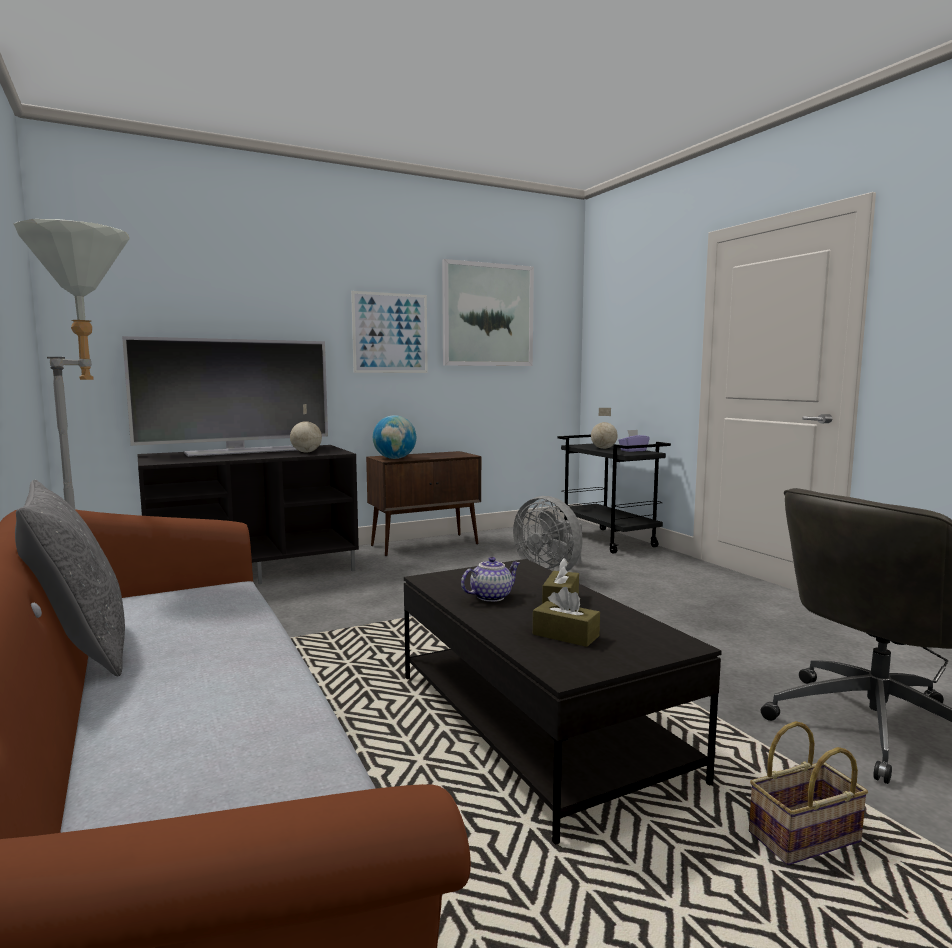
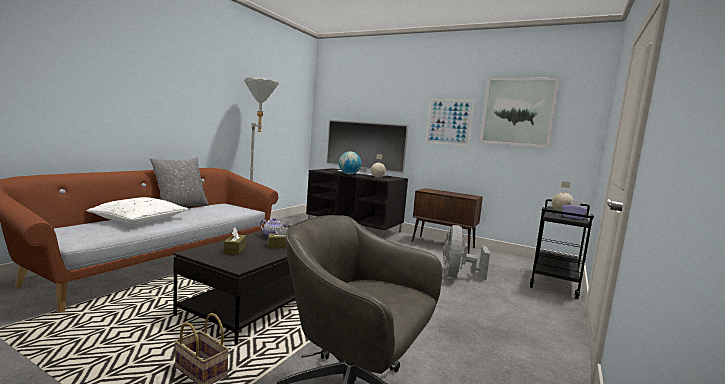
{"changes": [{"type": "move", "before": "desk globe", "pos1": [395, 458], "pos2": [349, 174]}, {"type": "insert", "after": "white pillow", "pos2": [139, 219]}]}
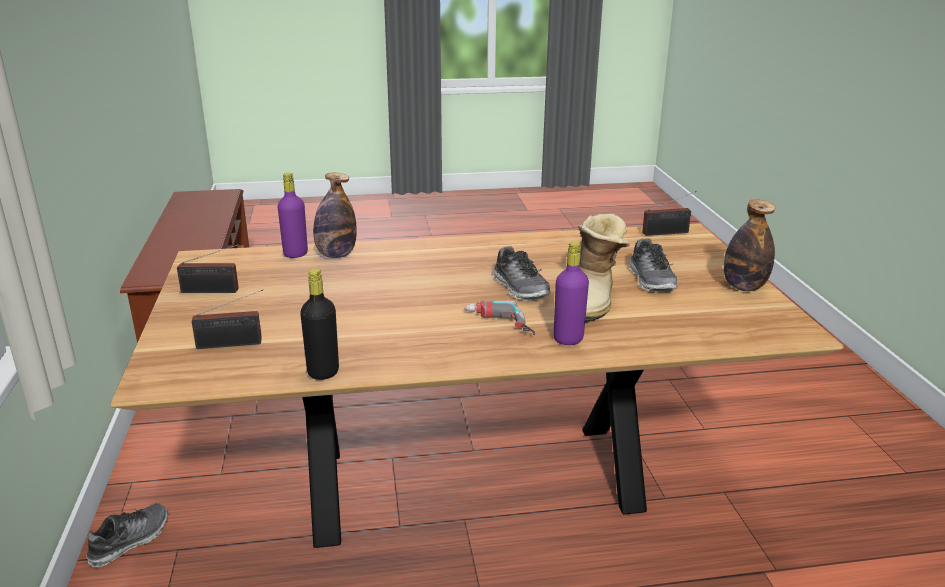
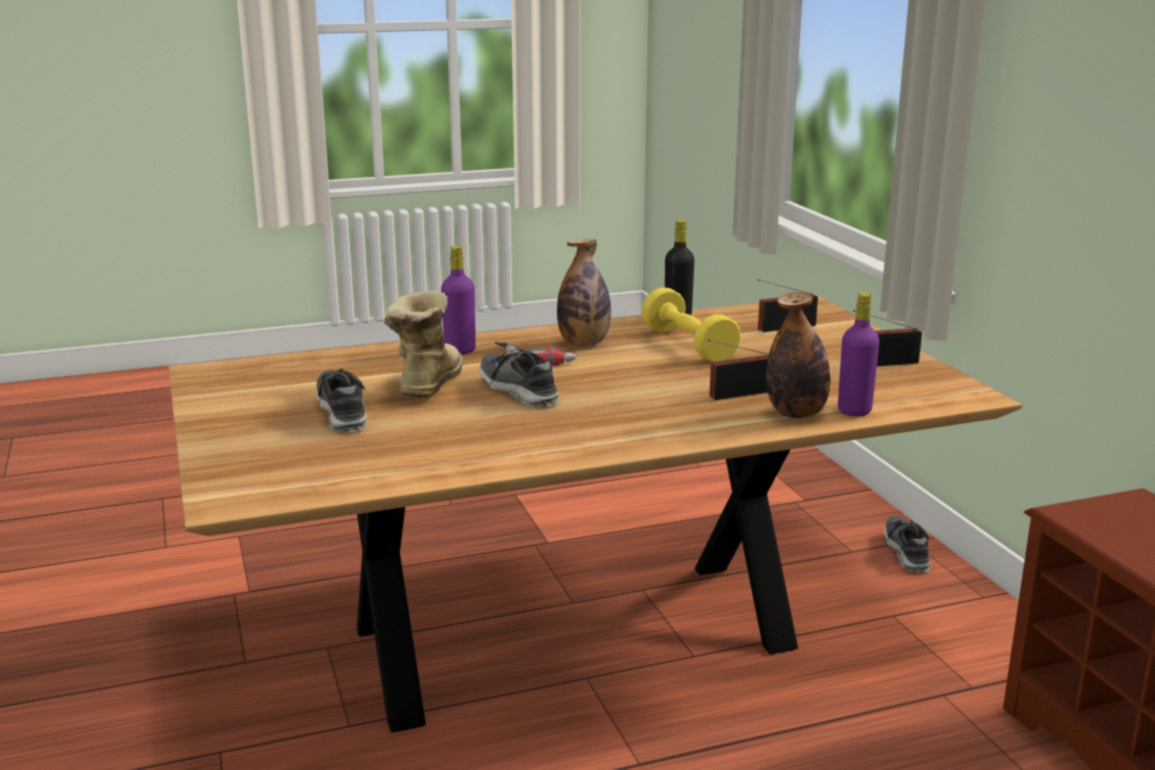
{"changes": [{"type": "move", "before": "radio", "pos1": [668, 233], "pos2": [739, 394]}, {"type": "move", "before": "drink bottle", "pos1": [743, 287], "pos2": [584, 344]}, {"type": "rotate", "before": "low shoe", "pos1": [130, 541], "pos2": [906, 552], "turn": 150}, {"type": "insert", "after": "yellowish free weight", "pos2": [688, 345]}]}
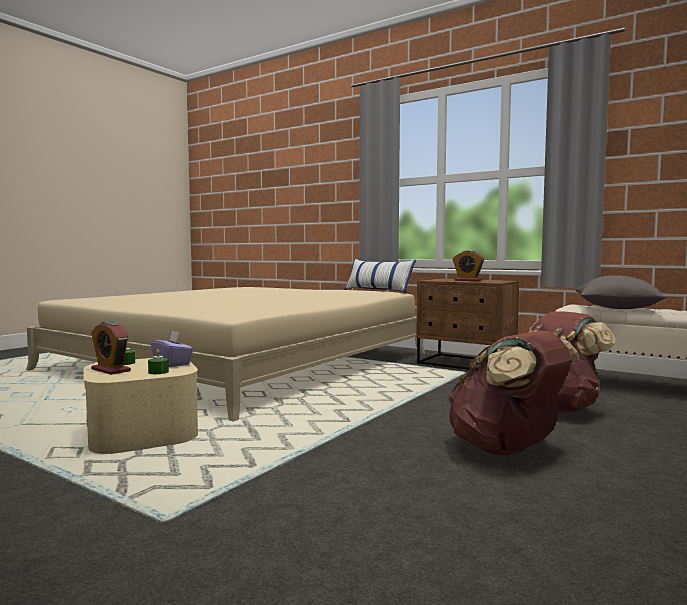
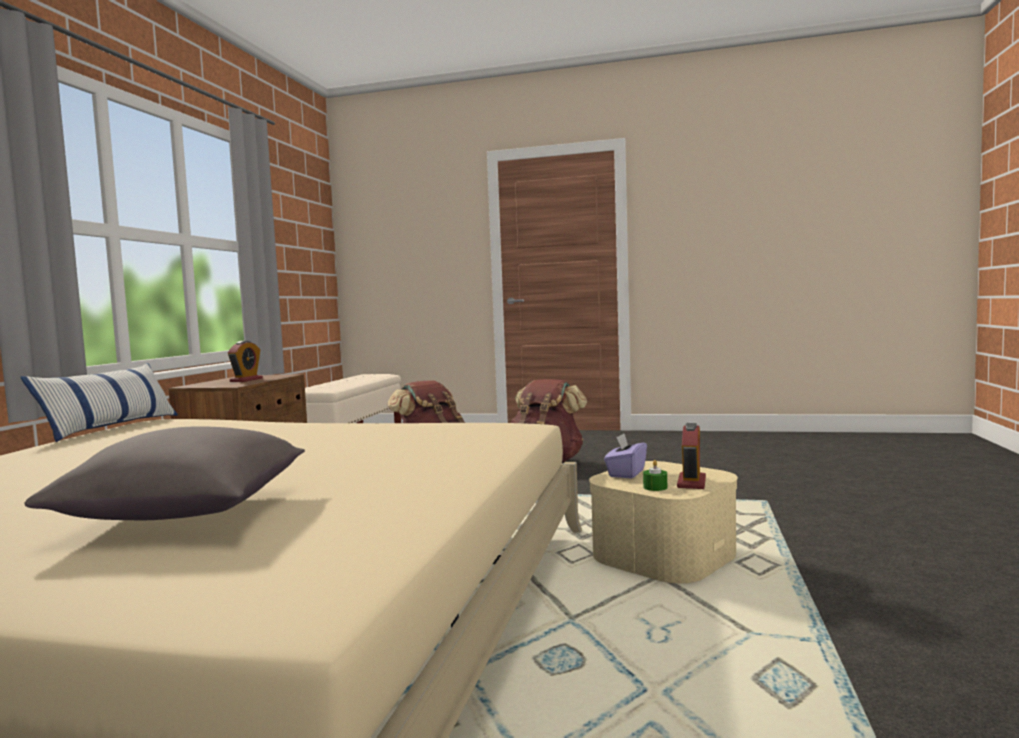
{"changes": [{"type": "move", "before": "greyish pillow", "pos1": [616, 309], "pos2": [189, 513]}, {"type": "delete", "before": "green-coloured wax light", "pos1": [158, 372]}]}
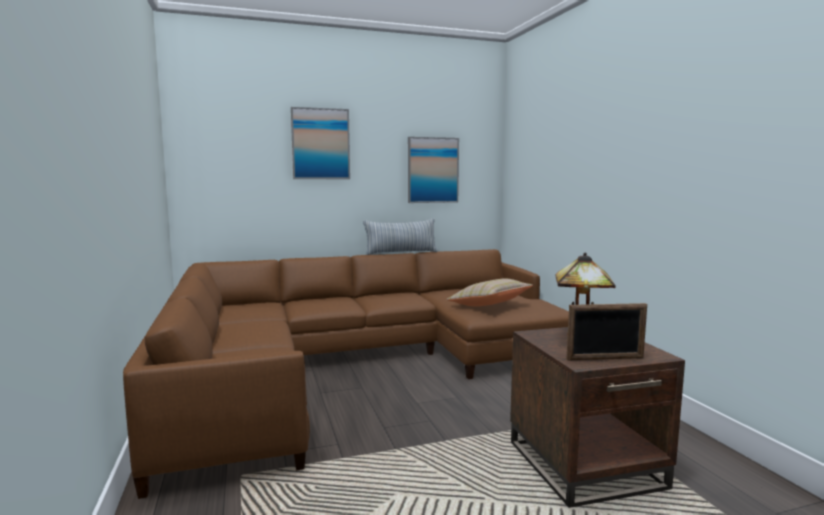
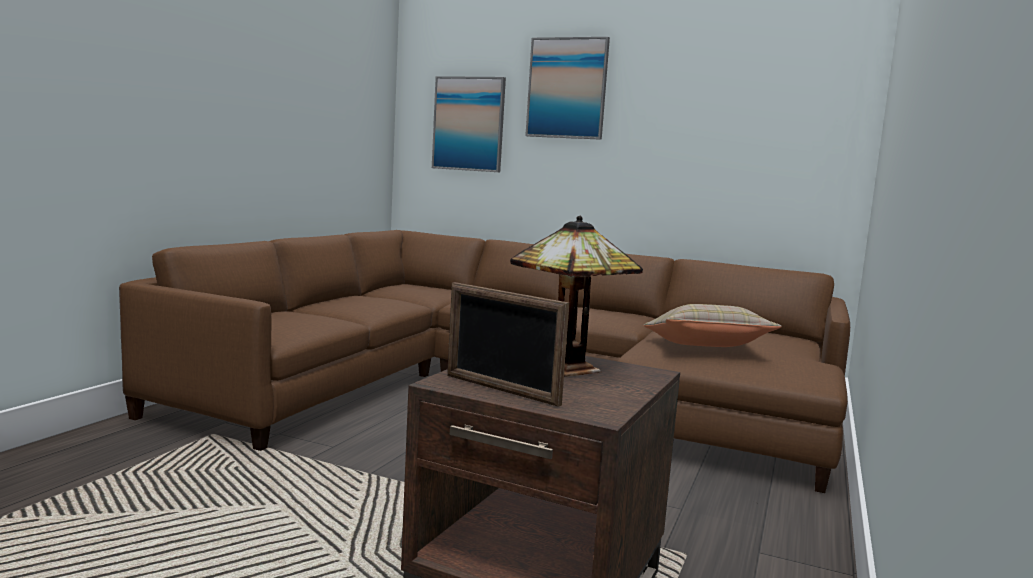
{"changes": [{"type": "move", "before": "wall picture", "pos1": [432, 170], "pos2": [469, 124]}, {"type": "delete", "before": "pillow", "pos1": [401, 253]}]}
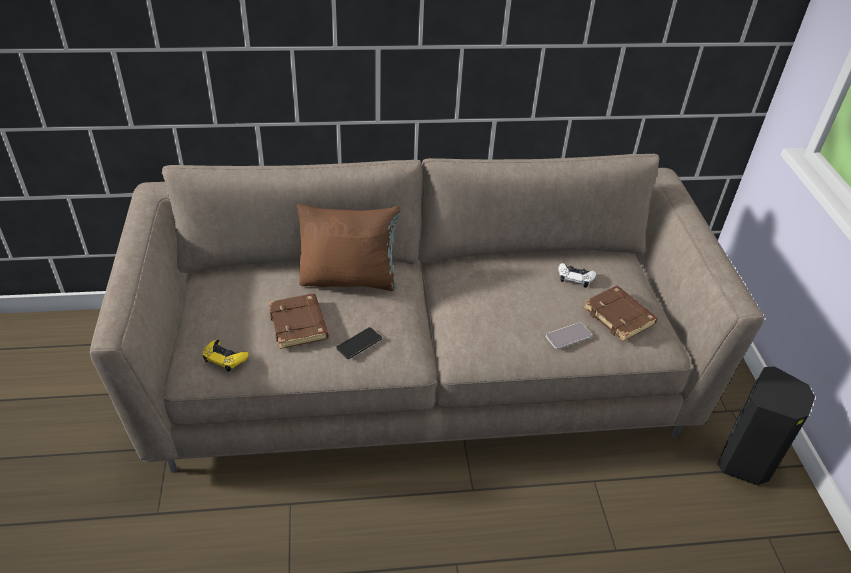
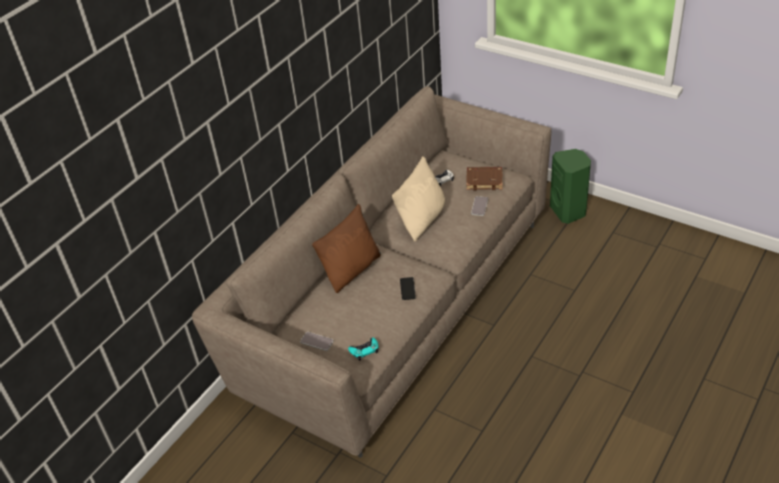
{"changes": [{"type": "delete", "before": "brown-coloured book", "pos1": [299, 325]}, {"type": "recolor", "before": "yellowish game controller", "after": "turquoise-coloured game controller", "pos1": [225, 358], "pos2": [364, 350]}, {"type": "recolor", "before": "black-coloured loudspeaker", "after": "green-coloured loudspeaker", "pos1": [746, 462], "pos2": [569, 211]}, {"type": "insert", "after": "beige-coloured pillow", "pos2": [422, 219]}, {"type": "insert", "after": "telephone", "pos2": [317, 342]}]}
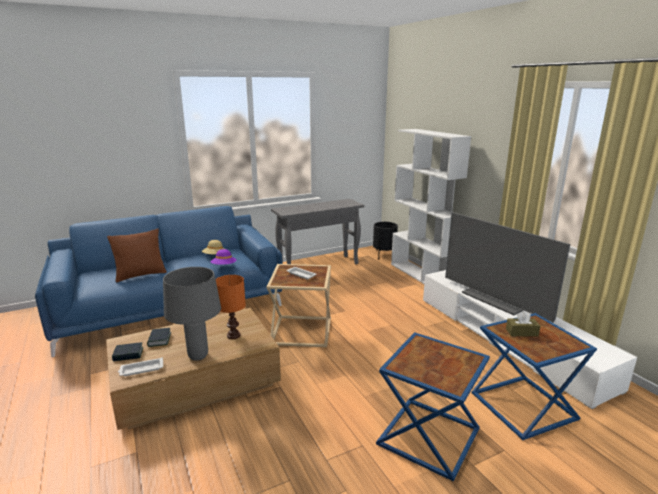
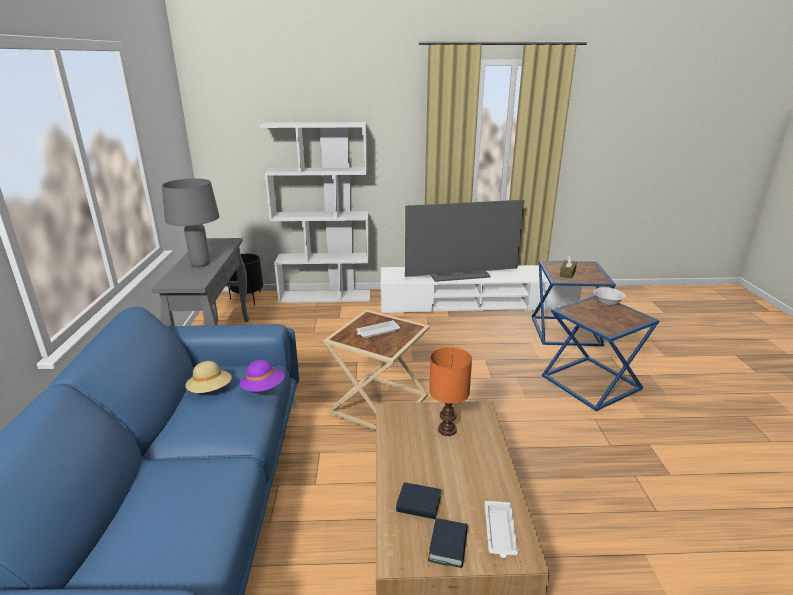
{"changes": [{"type": "delete", "before": "brown-coloured pillow", "pos1": [141, 275]}, {"type": "move", "before": "greyish table lamp", "pos1": [198, 356], "pos2": [201, 264]}, {"type": "insert", "after": "white serving bowl", "pos2": [607, 303]}]}
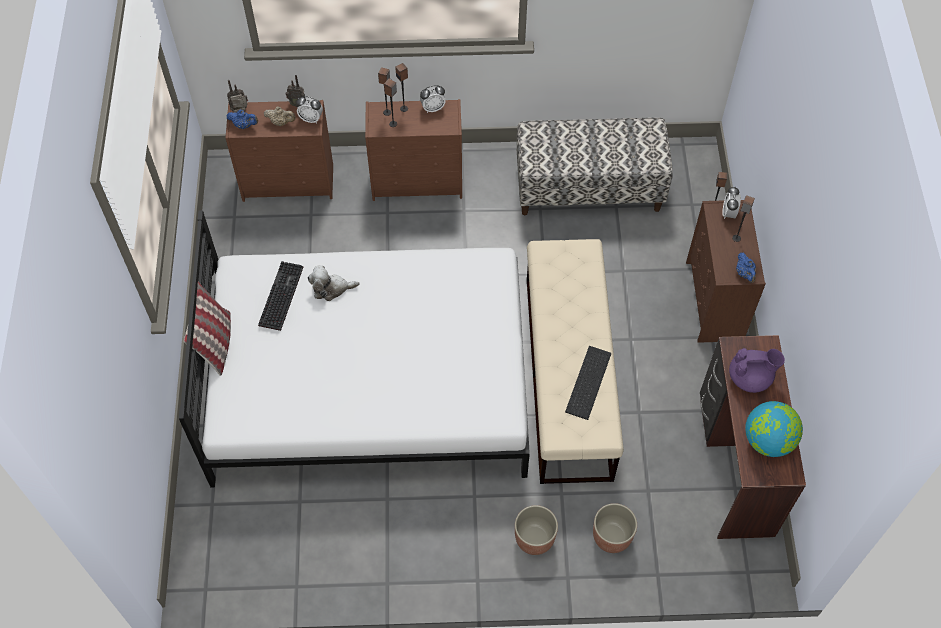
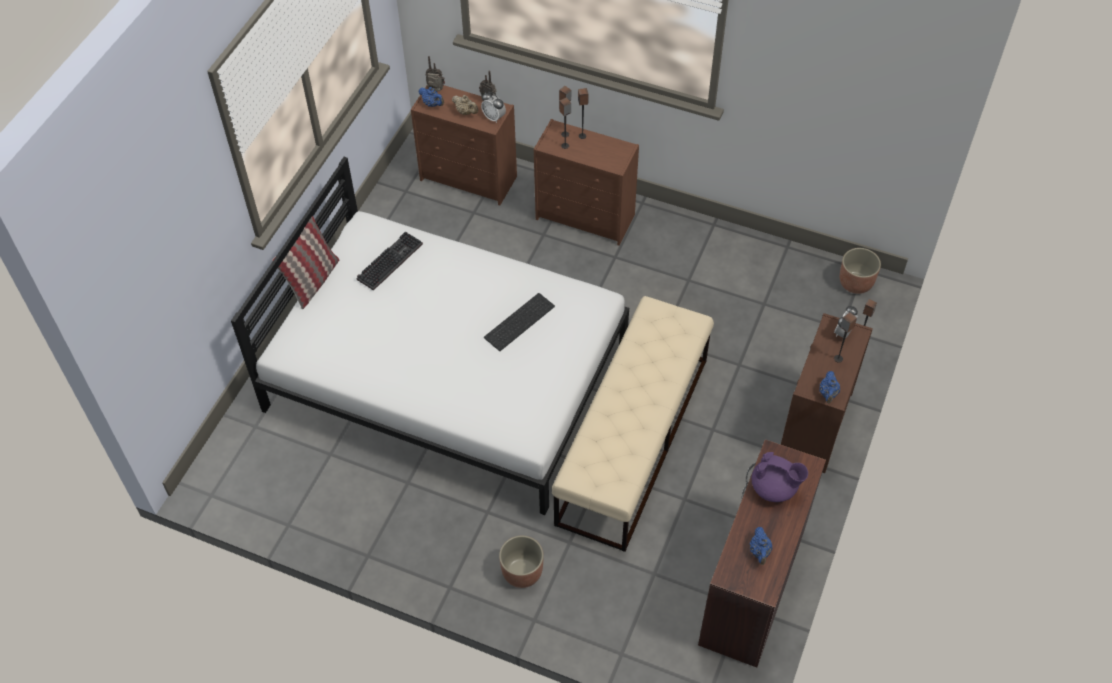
{"changes": [{"type": "delete", "before": "table clock", "pos1": [433, 108]}, {"type": "delete", "before": "bench", "pos1": [588, 188]}, {"type": "delete", "before": "cuddly toy", "pos1": [331, 288]}, {"type": "move", "before": "keyboard", "pos1": [587, 381], "pos2": [519, 320]}, {"type": "replace", "before": "desk globe", "after": "blue teapot", "pos1": [768, 441], "pos2": [759, 552]}, {"type": "move", "before": "planter", "pos1": [611, 537], "pos2": [855, 283]}]}
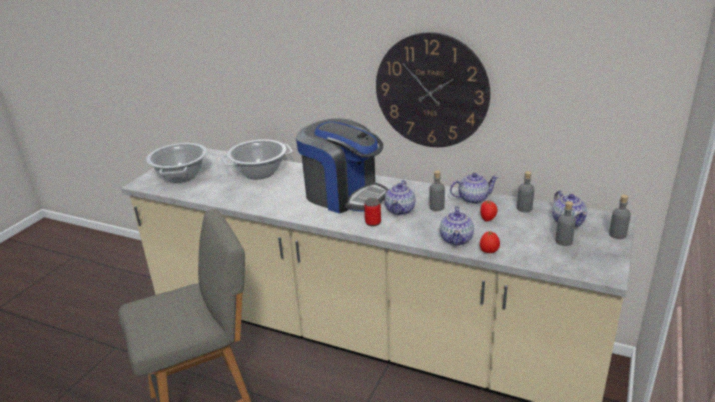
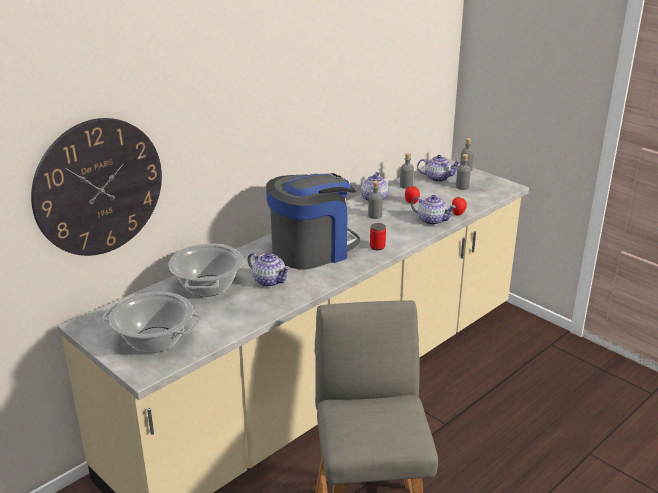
{"changes": [{"type": "move", "before": "hanging clock", "pos1": [431, 91], "pos2": [99, 187]}, {"type": "move", "before": "teapot", "pos1": [400, 210], "pos2": [269, 281]}]}
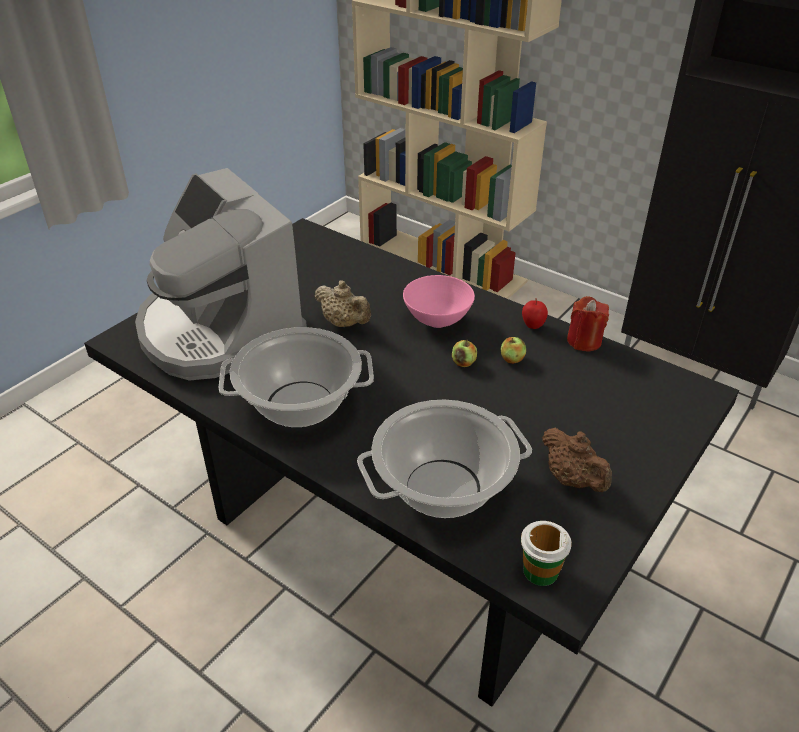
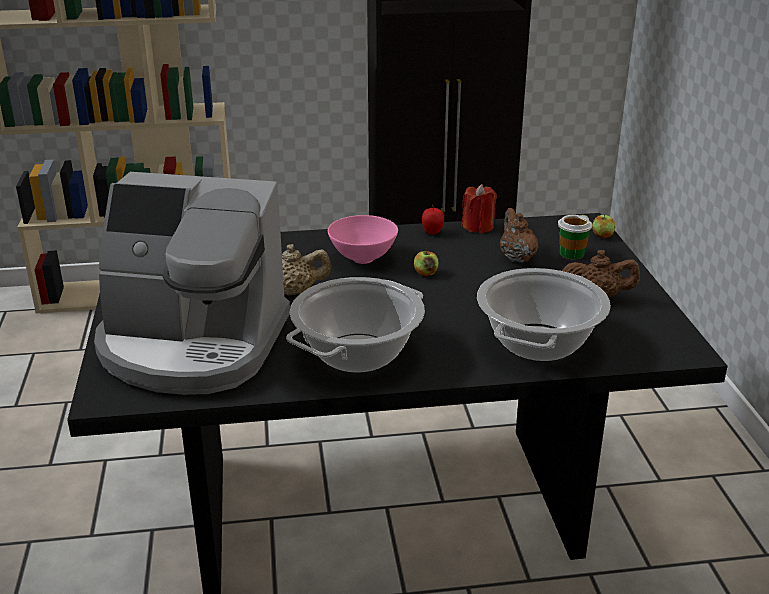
{"changes": [{"type": "move", "before": "apple fruit", "pos1": [512, 359], "pos2": [602, 236]}, {"type": "move", "before": "small cup", "pos1": [540, 571], "pos2": [571, 254]}, {"type": "insert", "after": "brown-coloured teapot", "pos2": [516, 257]}]}
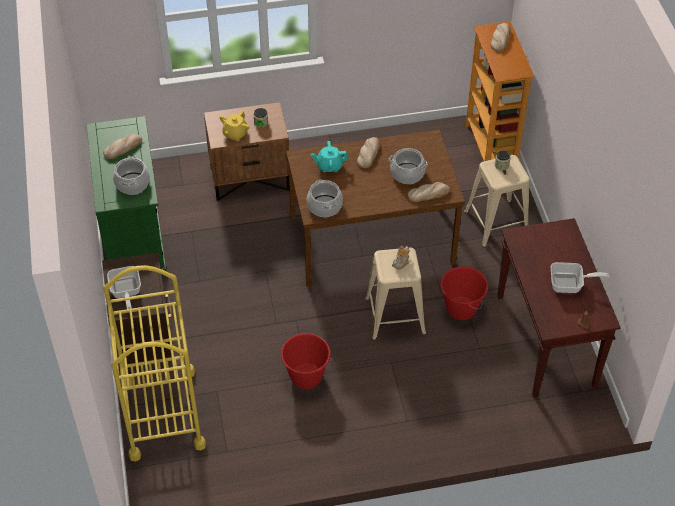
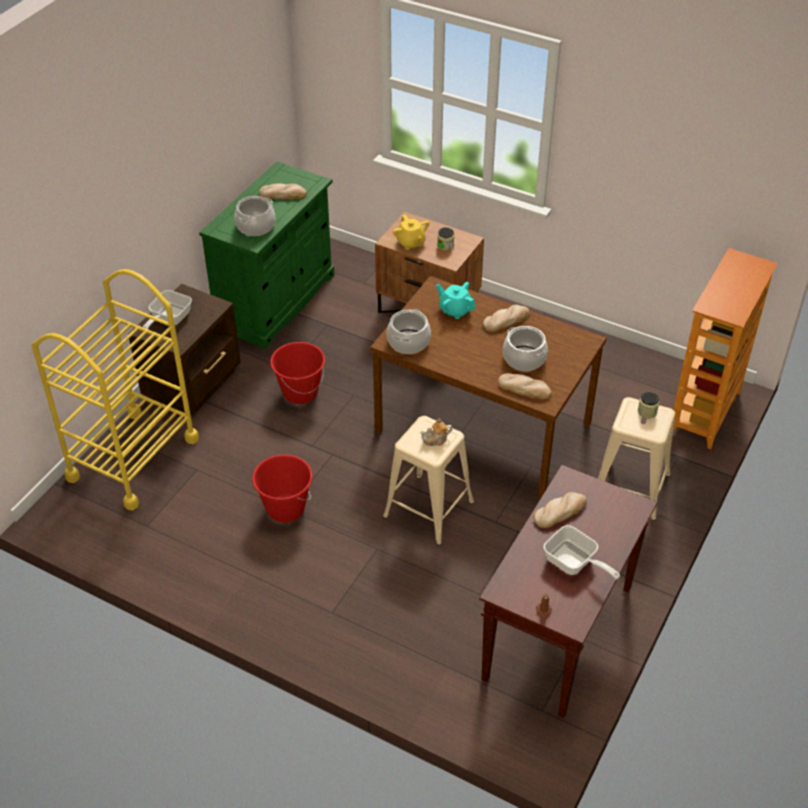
{"changes": [{"type": "move", "before": "baked bread", "pos1": [500, 38], "pos2": [560, 511]}, {"type": "rotate", "before": "yellowish teapot", "pos1": [235, 134], "pos2": [410, 243], "turn": -90}, {"type": "move", "before": "reddish pail", "pos1": [461, 309], "pos2": [300, 393]}]}
